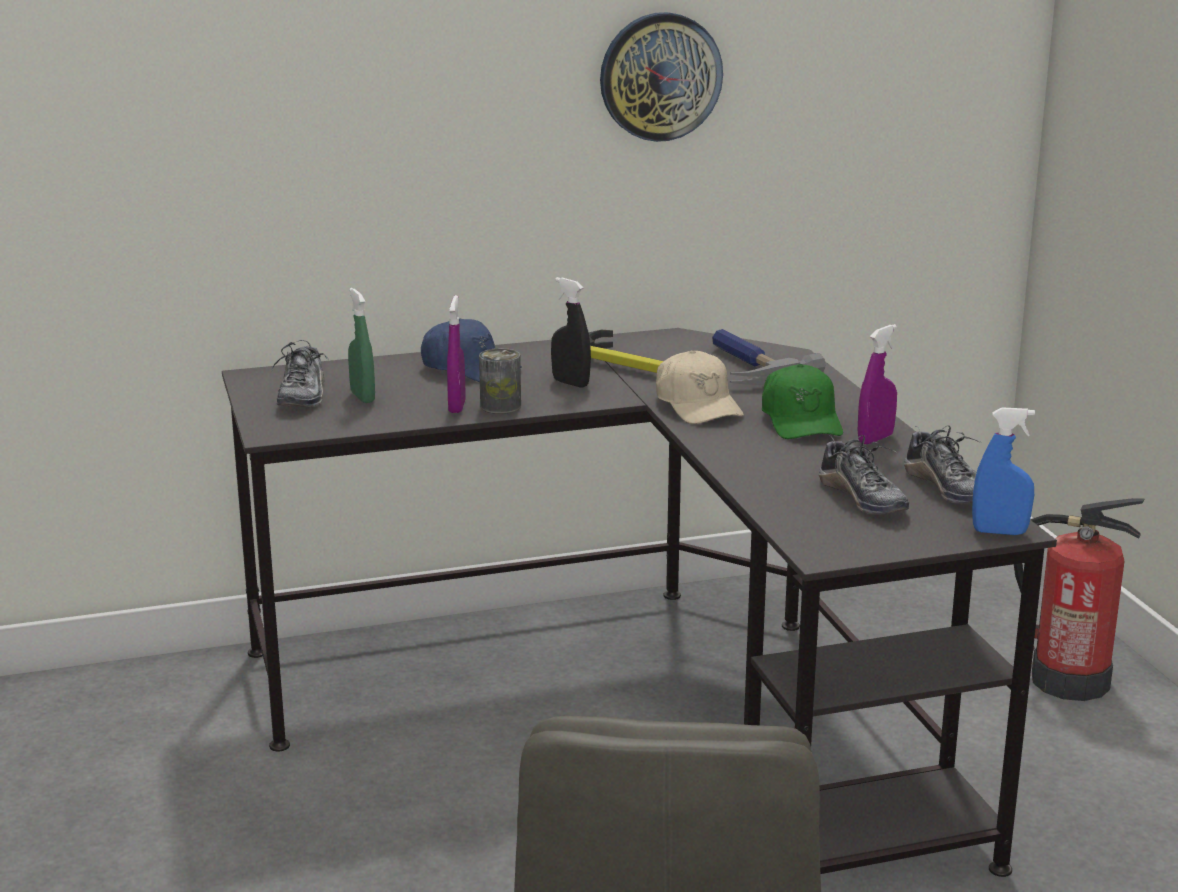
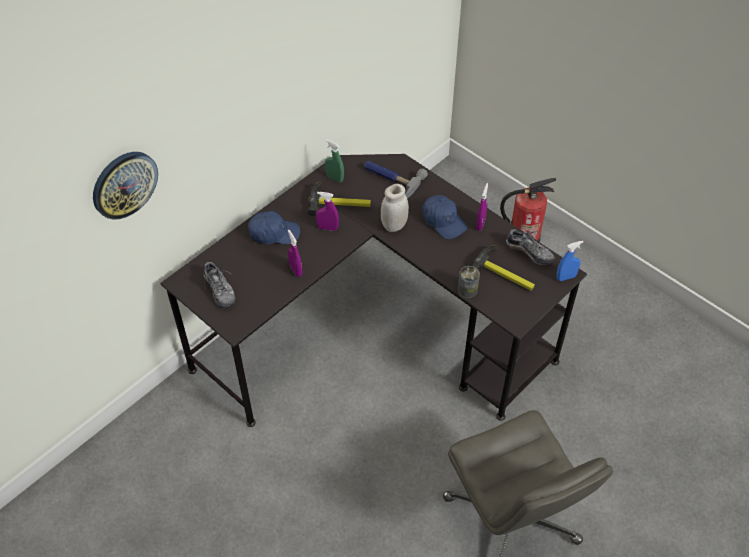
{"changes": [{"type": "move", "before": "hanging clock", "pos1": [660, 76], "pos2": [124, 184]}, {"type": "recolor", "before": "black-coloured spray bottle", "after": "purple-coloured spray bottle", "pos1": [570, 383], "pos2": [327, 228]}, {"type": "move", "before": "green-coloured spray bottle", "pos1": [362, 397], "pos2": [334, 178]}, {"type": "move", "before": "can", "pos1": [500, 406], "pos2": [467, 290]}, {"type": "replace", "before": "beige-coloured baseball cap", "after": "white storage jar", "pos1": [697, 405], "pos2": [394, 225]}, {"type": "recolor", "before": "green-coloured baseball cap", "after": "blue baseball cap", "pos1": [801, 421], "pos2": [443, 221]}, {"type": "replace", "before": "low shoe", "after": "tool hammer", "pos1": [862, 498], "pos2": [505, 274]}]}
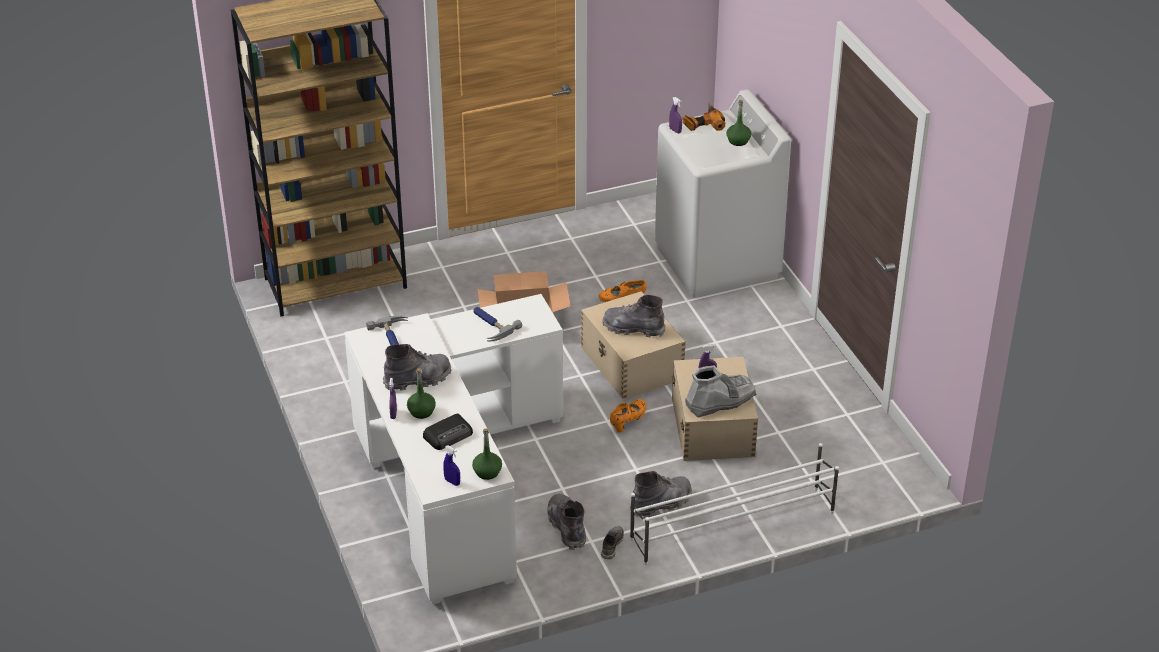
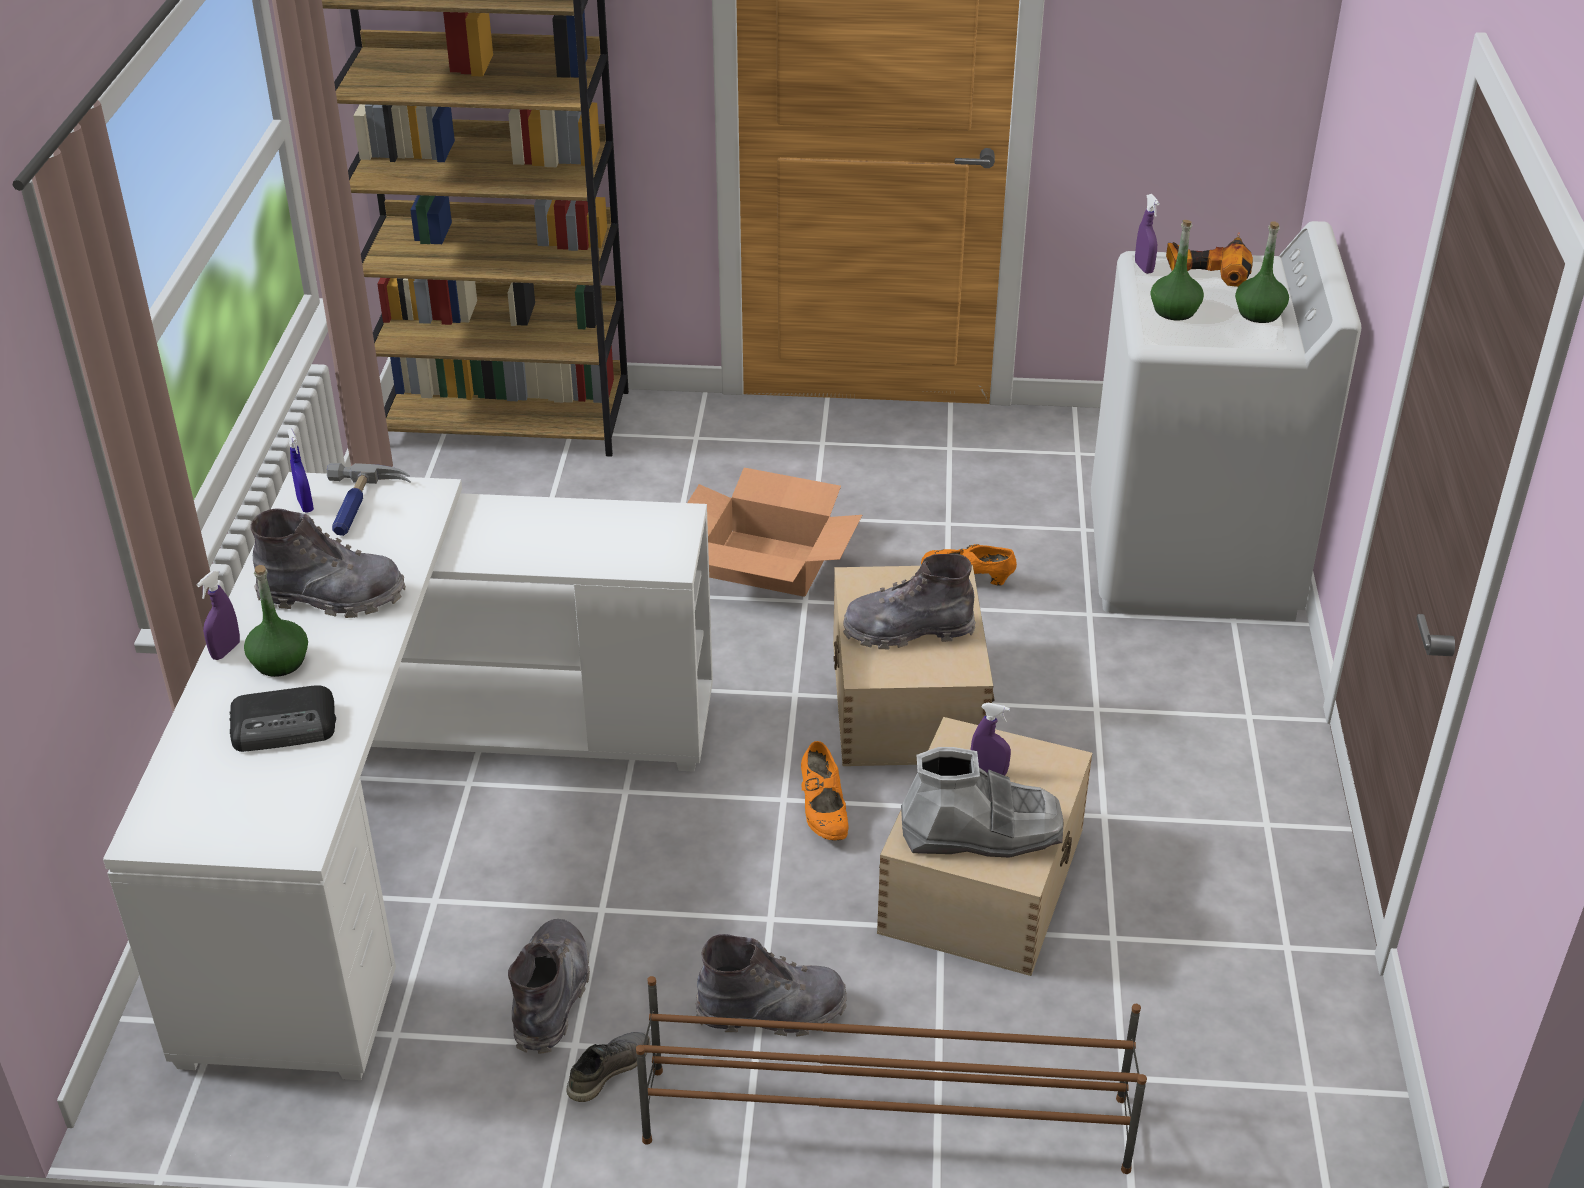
{"changes": [{"type": "rotate", "before": "greyish boot", "pos1": [633, 328], "pos2": [907, 630], "turn": -45}, {"type": "delete", "before": "tool hammer", "pos1": [490, 325]}, {"type": "rotate", "before": "orange-coloured low shoe", "pos1": [628, 421], "pos2": [823, 813], "turn": 105}, {"type": "move", "before": "green-coloured drink bottle", "pos1": [487, 472], "pos2": [1174, 311]}, {"type": "recolor", "before": "white shoe stand", "after": "brown-coloured shoe stand", "pos1": [731, 525], "pos2": [884, 1118]}, {"type": "move", "before": "blue spray bottle", "pos1": [452, 482], "pos2": [305, 505]}]}
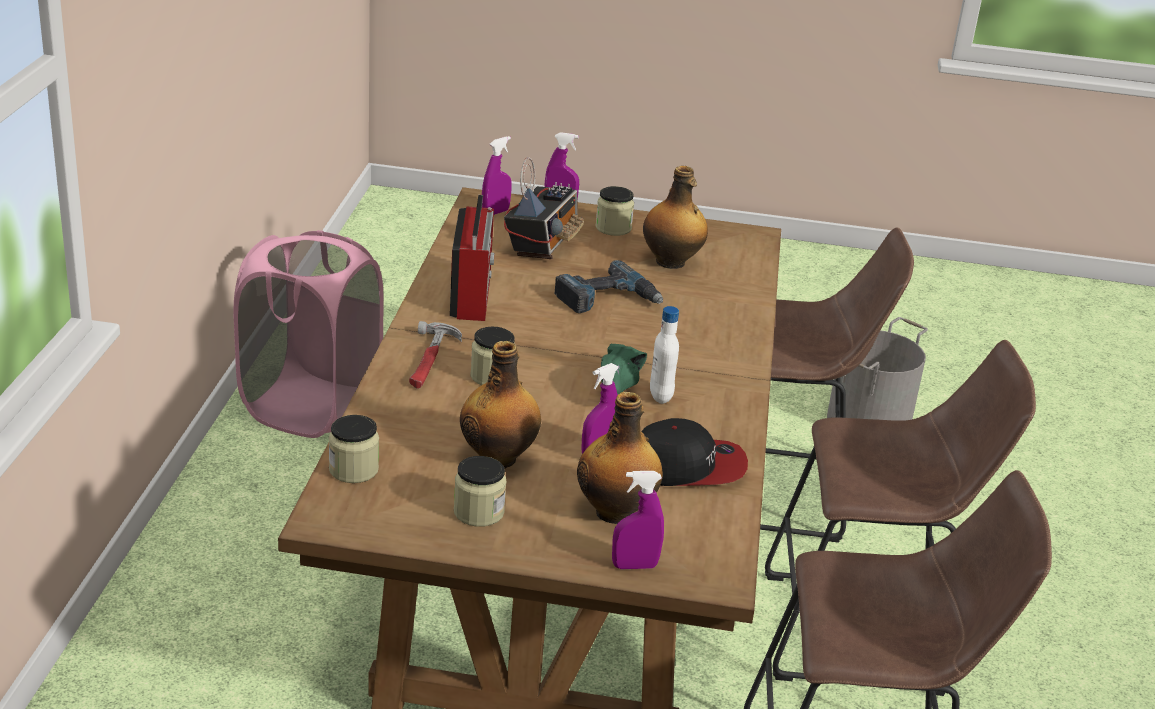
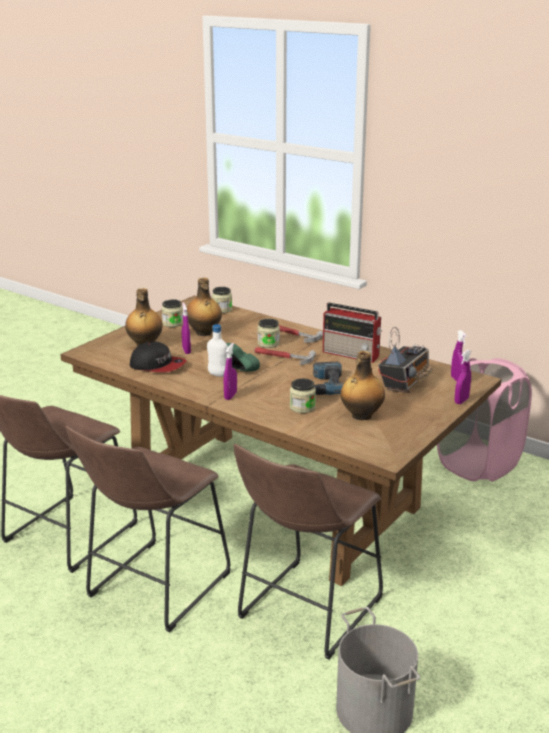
{"changes": [{"type": "rotate", "before": "radio", "pos1": [542, 245], "pos2": [404, 383], "turn": -105}, {"type": "move", "before": "storage jar", "pos1": [613, 228], "pos2": [302, 407]}, {"type": "rotate", "before": "baseball cap", "pos1": [687, 466], "pos2": [158, 365], "turn": -90}, {"type": "move", "before": "purple-coloured spray bottle", "pos1": [634, 566], "pos2": [230, 396]}, {"type": "insert", "after": "tool hammer", "pos2": [283, 357]}]}
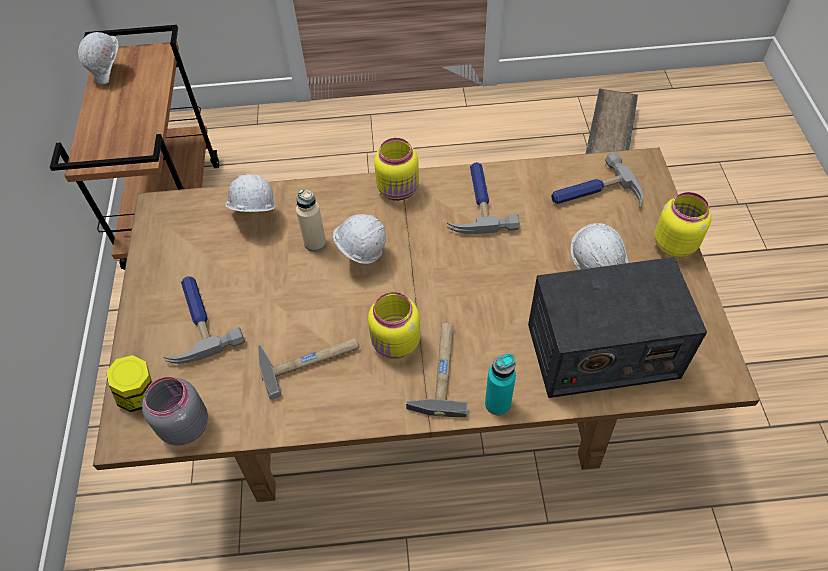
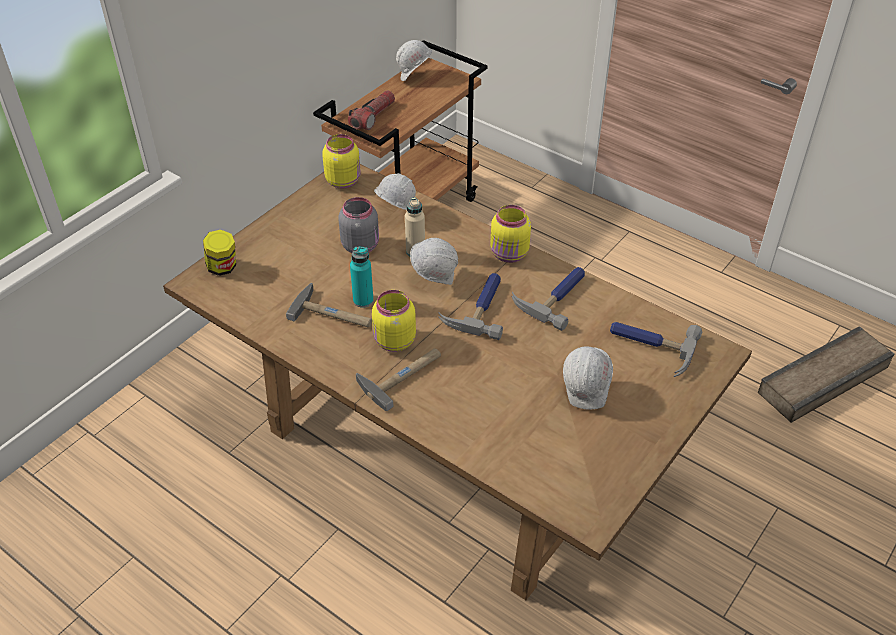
{"changes": [{"type": "move", "before": "yellowish storage jar", "pos1": [674, 243], "pos2": [344, 180]}, {"type": "delete", "before": "radio", "pos1": [601, 351]}, {"type": "move", "before": "tool hammer", "pos1": [196, 321], "pos2": [479, 307]}, {"type": "move", "before": "turquoise-coloured drink bottle", "pos1": [497, 403], "pos2": [363, 300]}, {"type": "move", "before": "greyish storage jar", "pos1": [185, 424], "pos2": [361, 245]}, {"type": "insert", "after": "torch", "pos2": [373, 117]}]}
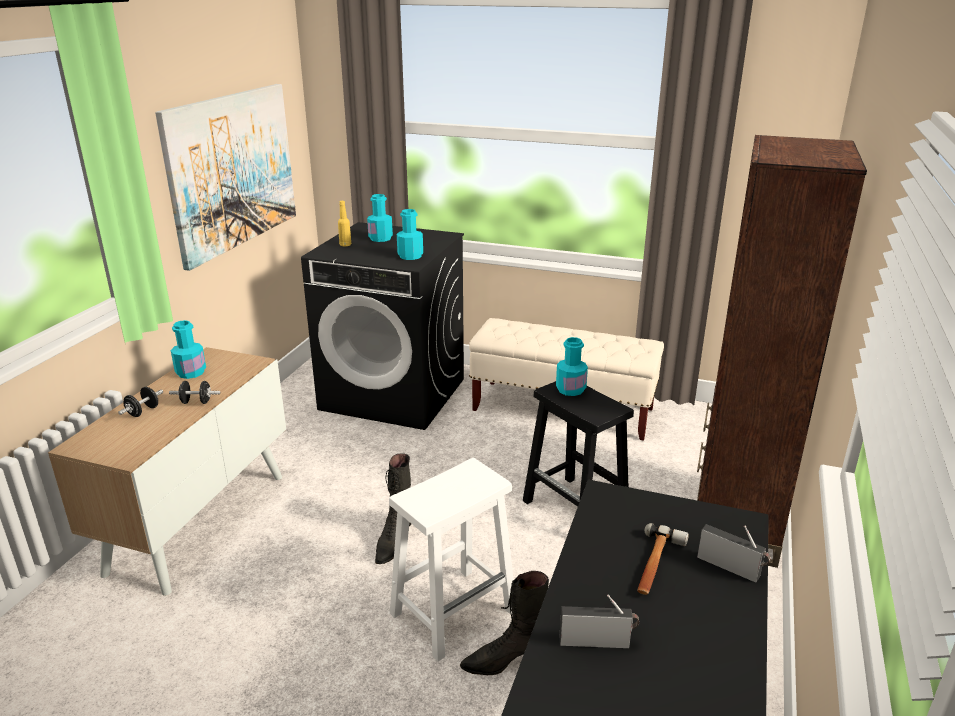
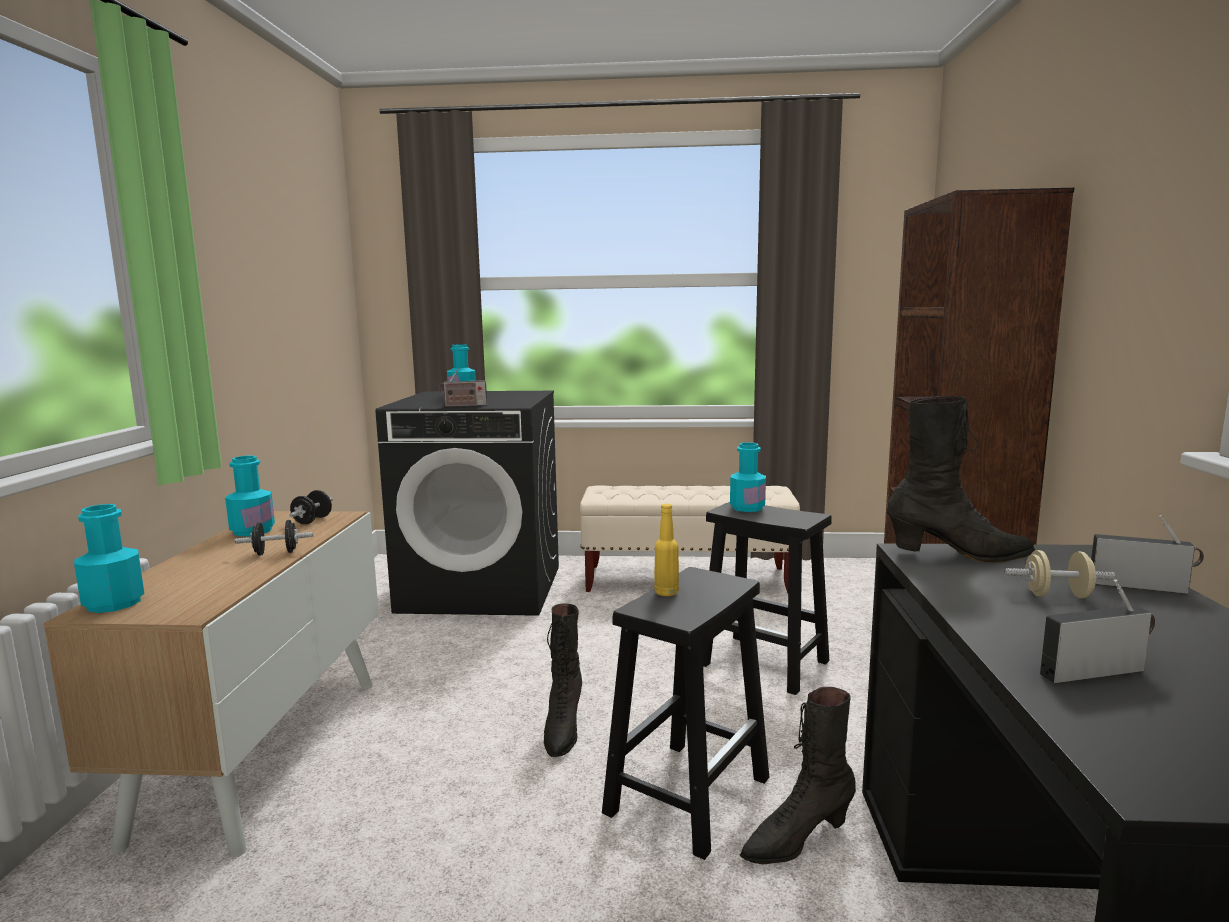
{"changes": [{"type": "delete", "before": "wall picture", "pos1": [232, 171]}, {"type": "move", "before": "yellowish drink bottle", "pos1": [345, 245], "pos2": [666, 593]}, {"type": "move", "before": "turquoise-coloured drink bottle", "pos1": [410, 256], "pos2": [114, 603]}, {"type": "move", "before": "black-coloured free weight", "pos1": [143, 412], "pos2": [312, 520]}, {"type": "recolor", "before": "white stool seat", "after": "black-coloured stool seat", "pos1": [454, 611], "pos2": [689, 793]}, {"type": "replace", "before": "tool hammer", "after": "beige-coloured free weight", "pos1": [656, 565], "pos2": [1057, 595]}, {"type": "insert", "after": "radio", "pos2": [464, 405]}, {"type": "insert", "after": "black-coloured boot", "pos2": [959, 555]}]}
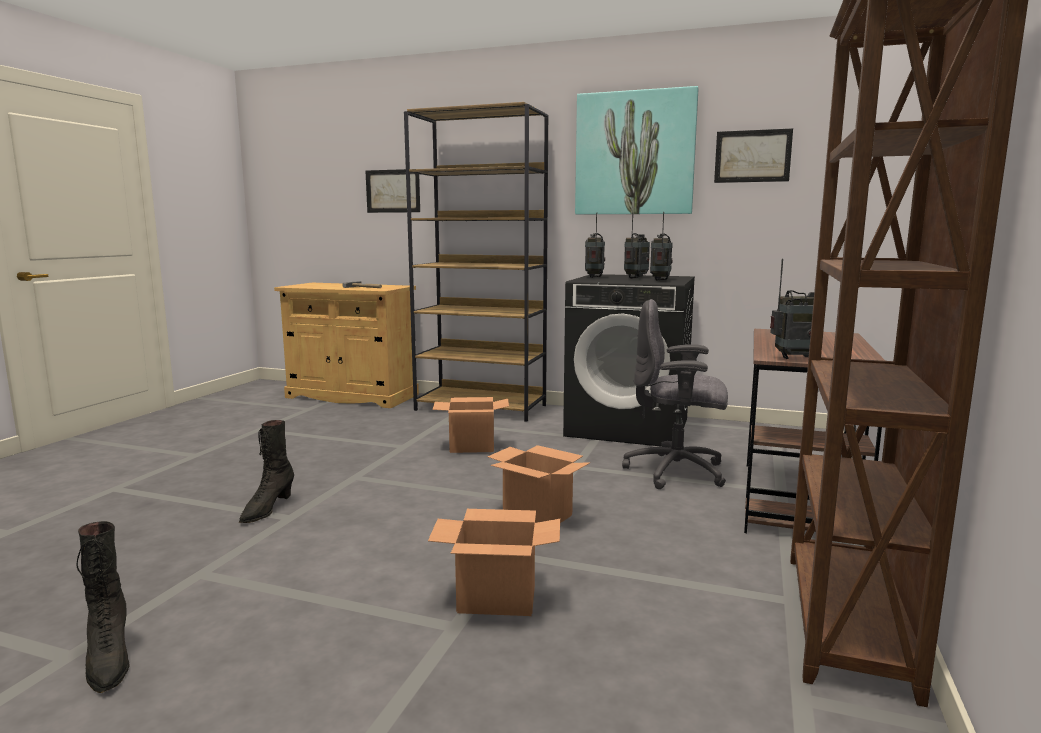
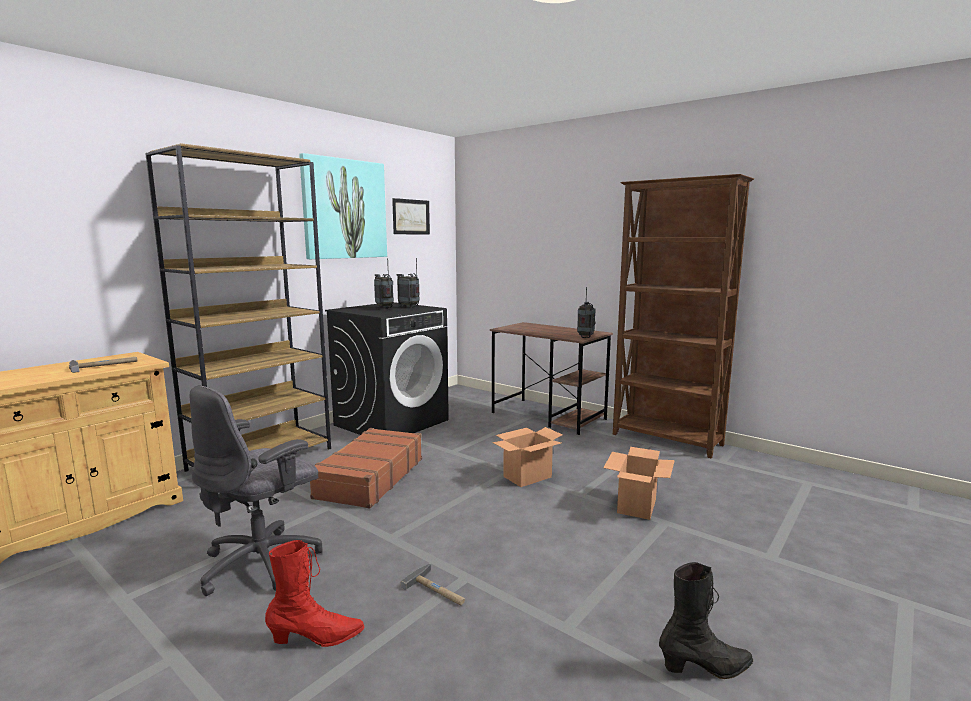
{"changes": [{"type": "delete", "before": "wall picture", "pos1": [393, 191]}, {"type": "delete", "before": "radio", "pos1": [594, 277]}, {"type": "move", "before": "greyish computer chair", "pos1": [677, 472], "pos2": [263, 563]}, {"type": "replace", "before": "packing box", "after": "brown-coloured suitcase", "pos1": [471, 447], "pos2": [369, 478]}, {"type": "replace", "before": "black-coloured boot", "after": "tool hammer", "pos1": [267, 510], "pos2": [438, 590]}, {"type": "insert", "after": "reddish boot", "pos2": [317, 638]}]}
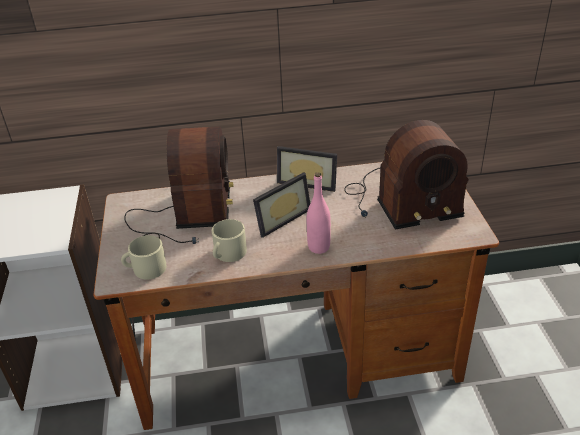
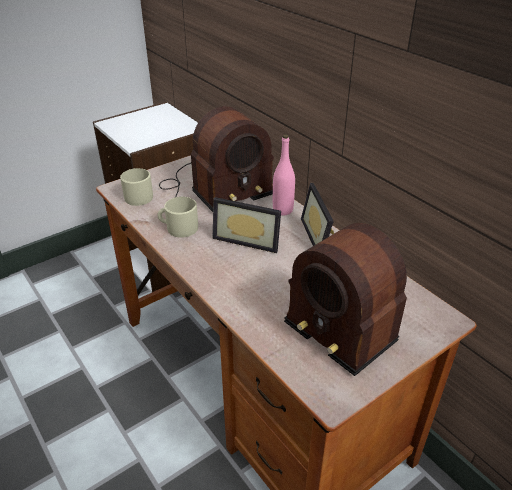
{"changes": [{"type": "move", "before": "pinkish drink bottle", "pos1": [318, 247], "pos2": [282, 210]}]}
